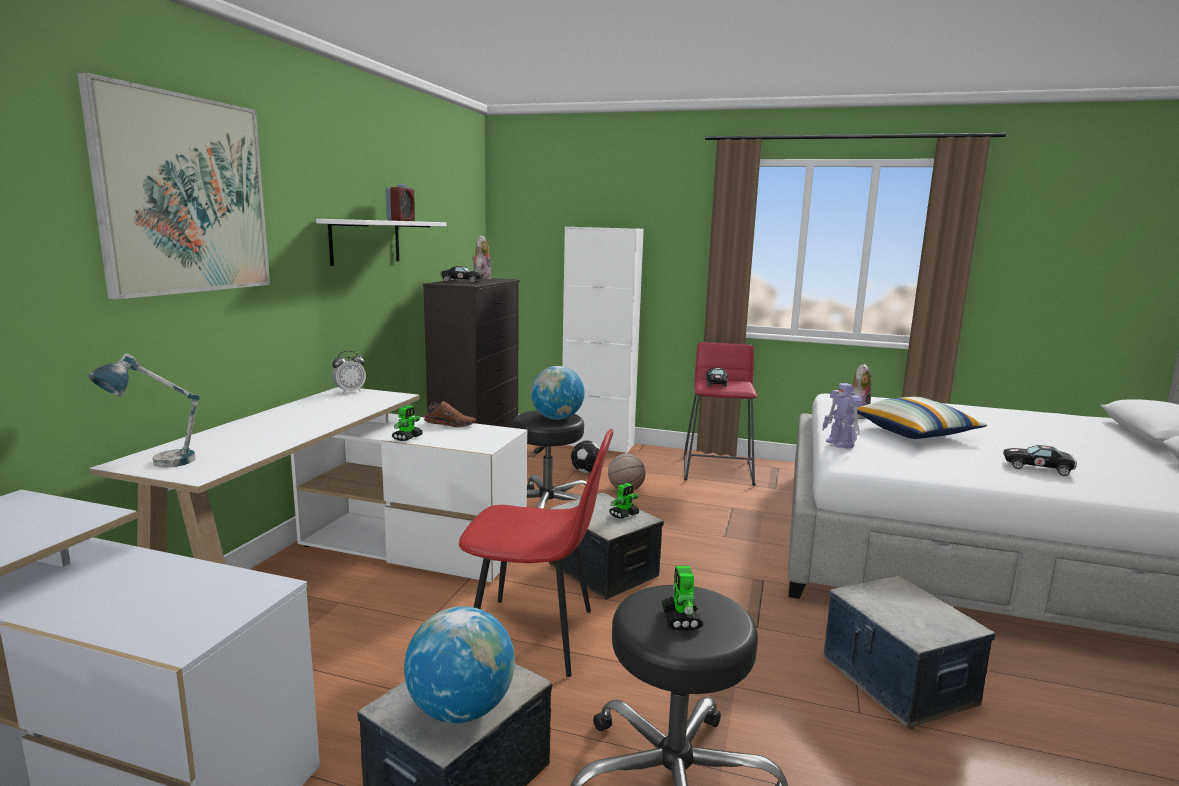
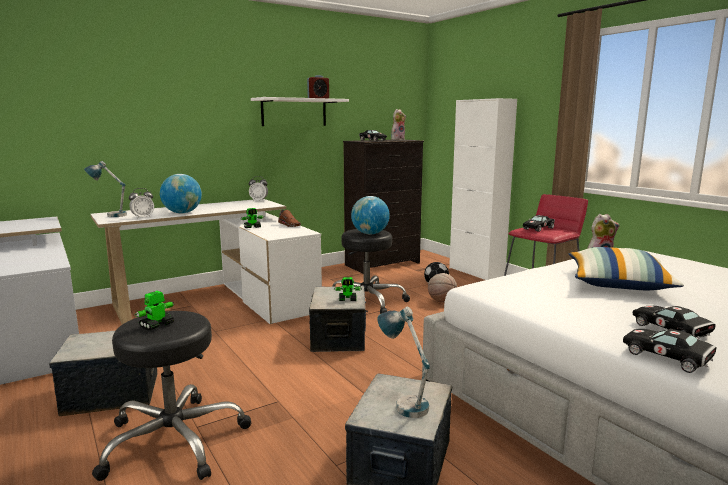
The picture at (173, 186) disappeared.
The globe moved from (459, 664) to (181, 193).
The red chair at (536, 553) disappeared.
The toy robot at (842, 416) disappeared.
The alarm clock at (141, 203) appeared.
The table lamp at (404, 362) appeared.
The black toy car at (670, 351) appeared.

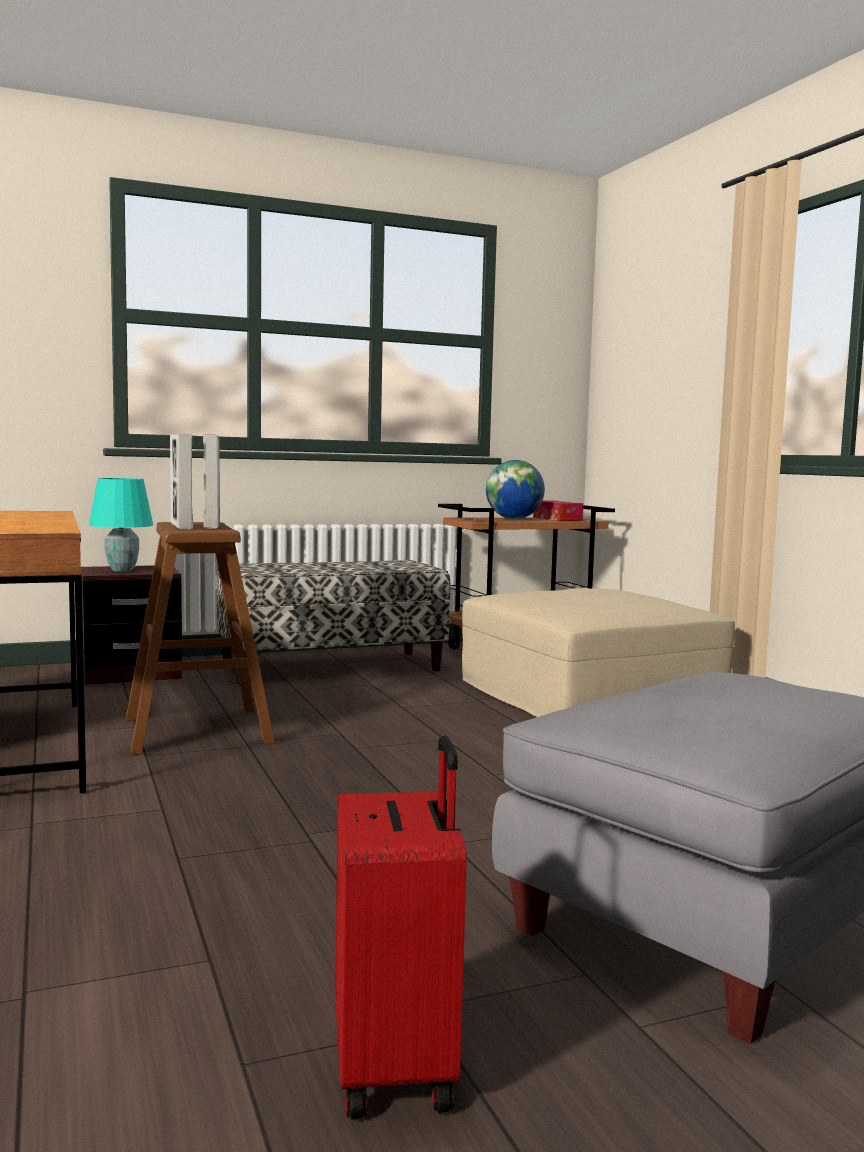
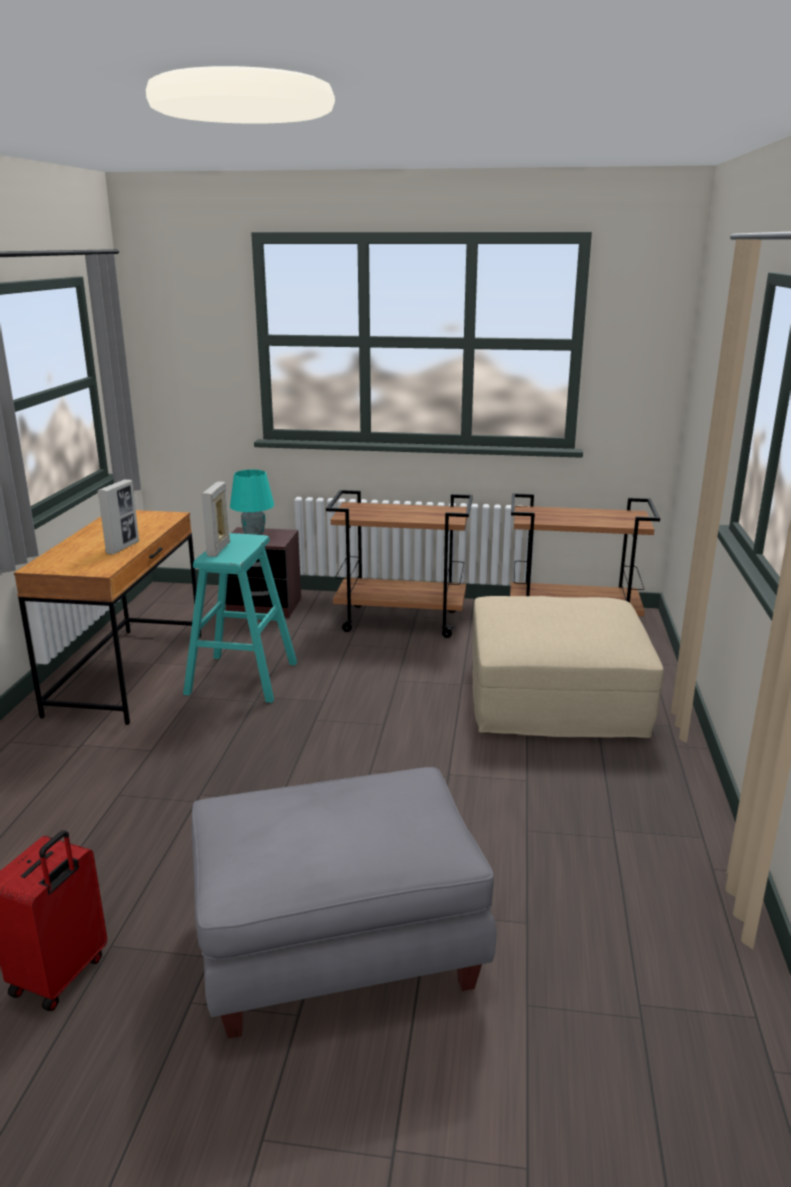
The brown stool at (200, 638) became the turquoise stool at (240, 618).
The picture frame moved from (211, 481) to (118, 517).
The bench at (333, 622) was replaced by the brown cart at (399, 564).
The globe at (515, 489) disappeared.
The tissue box at (558, 511) disappeared.

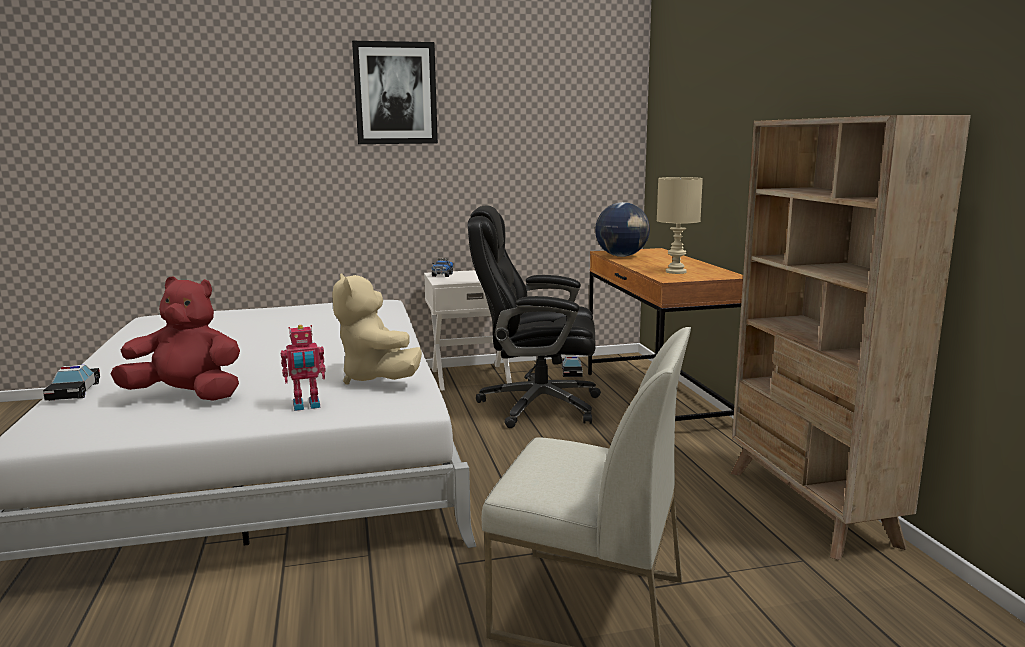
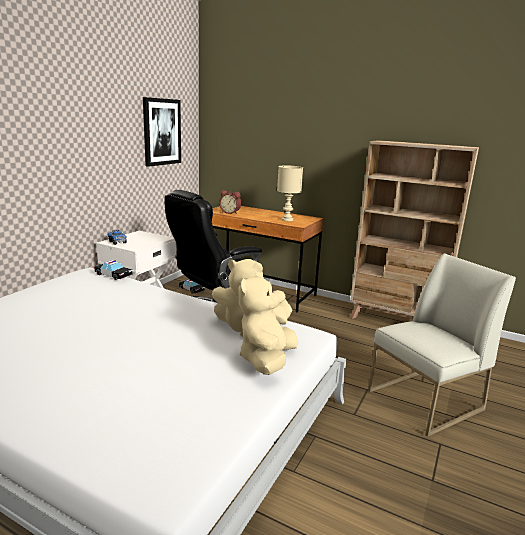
The toy car moved from (71, 383) to (113, 270).
The red plush toy at (175, 338) disappeared.
The toy robot at (303, 368) was replaced by the beige plush toy at (268, 323).
The picture moved from (395, 92) to (162, 132).
The globe at (622, 229) was replaced by the alarm clock at (230, 202).

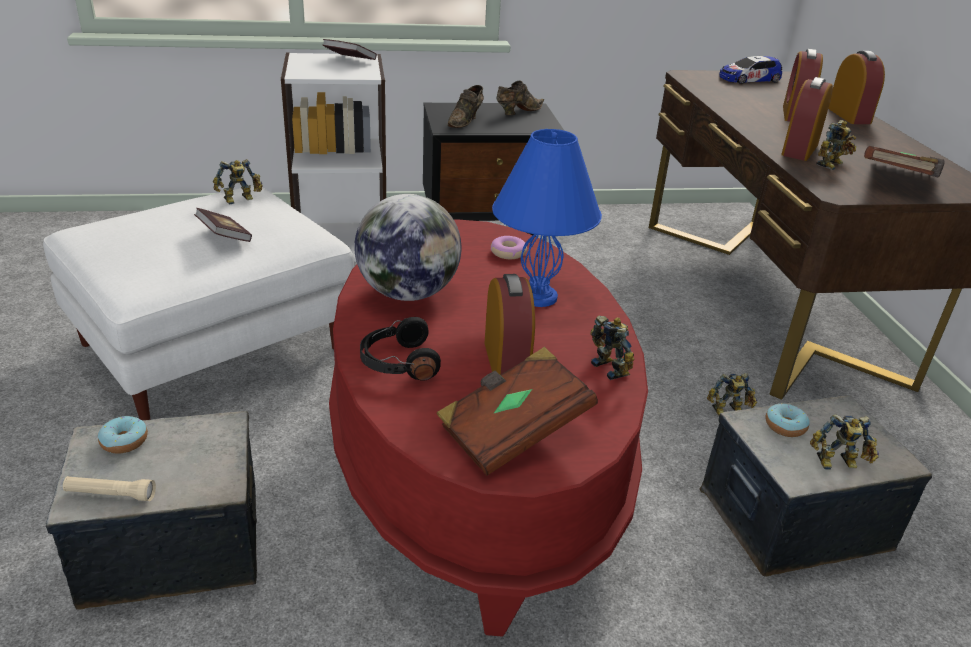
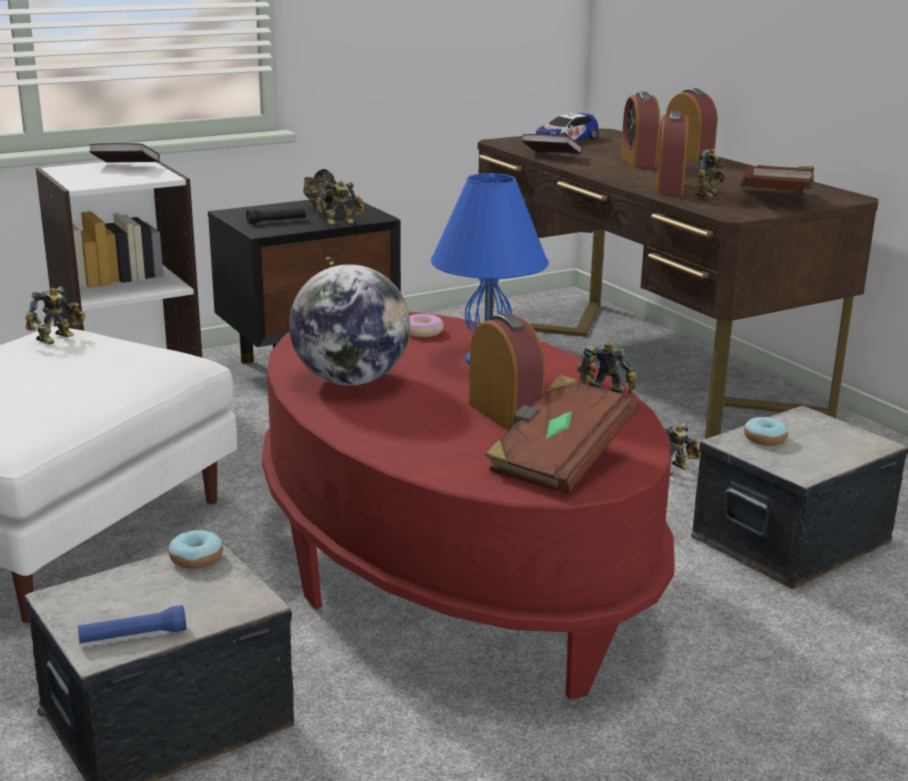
The beige flashlight at (109, 488) became the blue flashlight at (132, 624).
The donut moved from (123, 434) to (196, 549).
The book moved from (223, 225) to (552, 144).
The black headphones at (400, 349) disappeared.
The brown shoe at (466, 106) was replaced by the black flashlight at (276, 216).
The toy robot moved from (844, 442) to (340, 203).

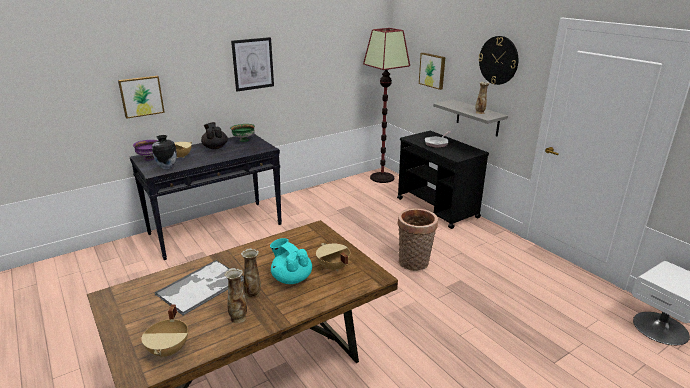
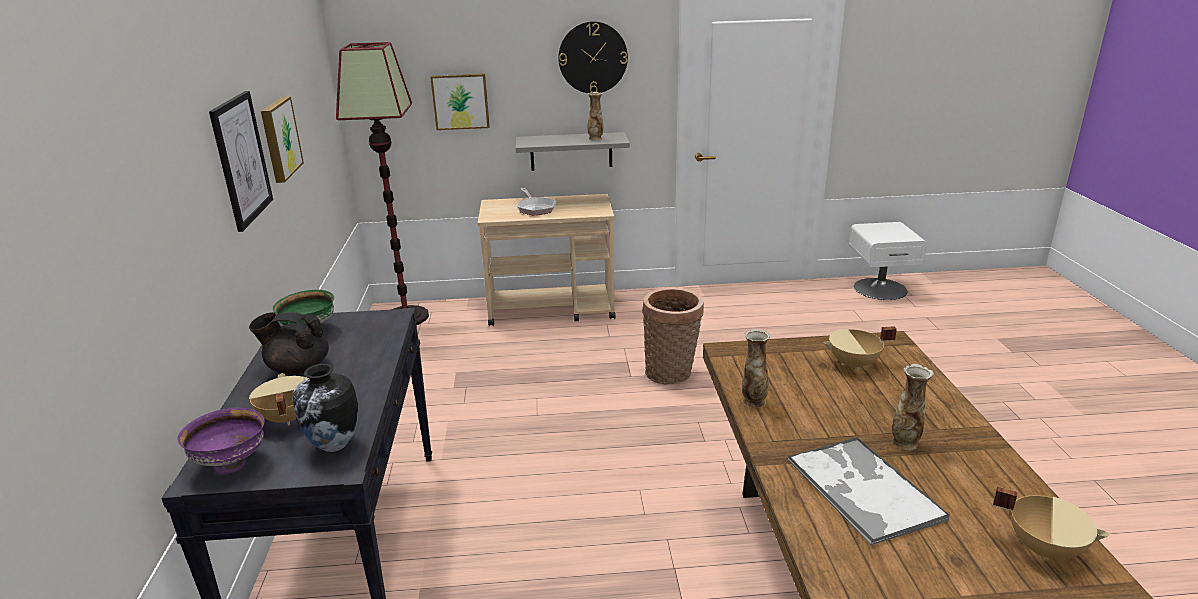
The picture moved from (141, 97) to (282, 139).
The vase moved from (235, 295) to (756, 368).
The turquoise teapot at (291, 261) disappeared.
The black cart at (443, 180) became the beige cart at (547, 260).

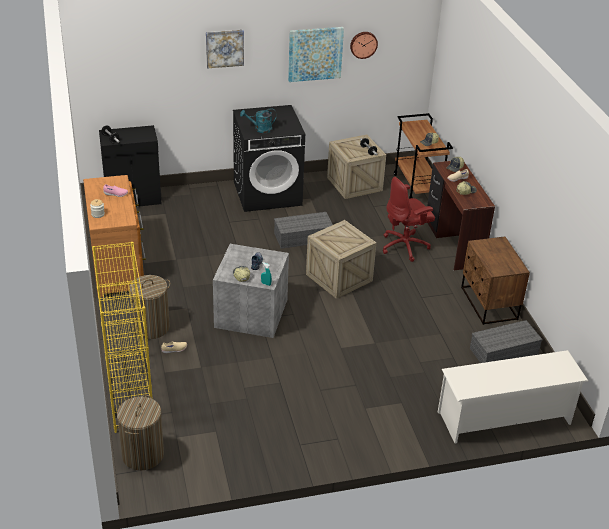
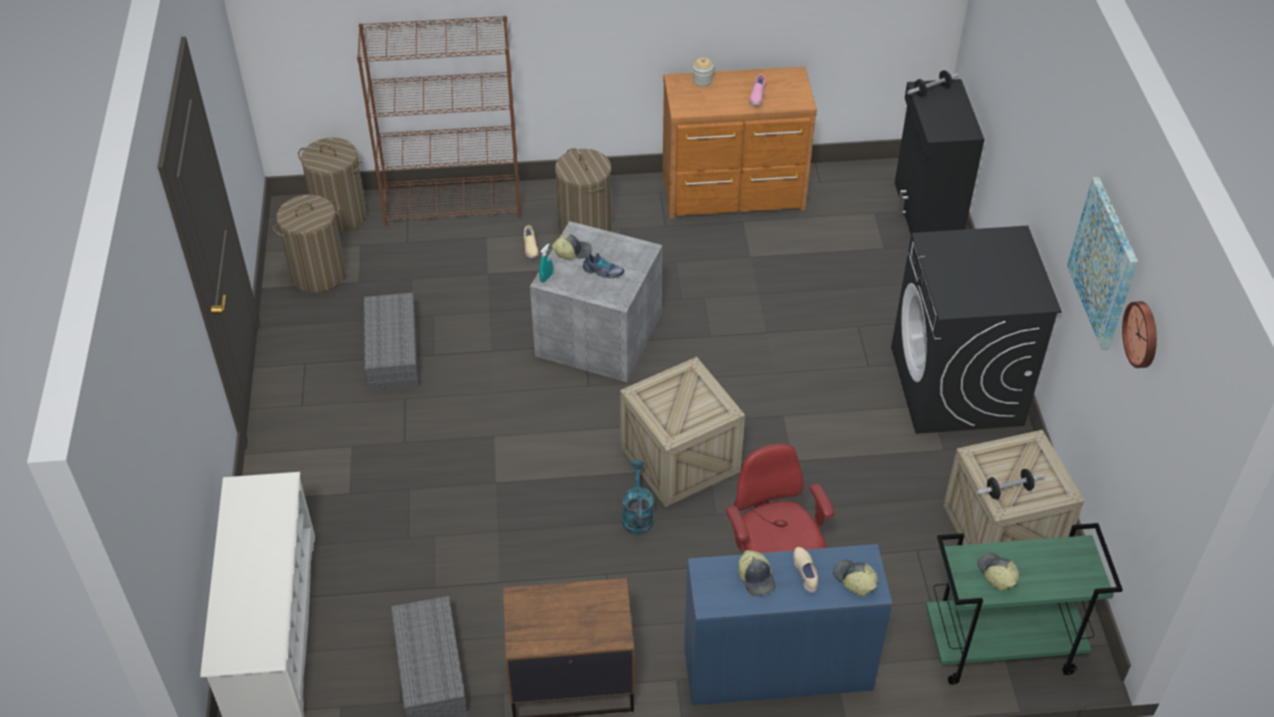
The yellow bookcase at (122, 337) became the brown bookcase at (439, 121).
The picture at (225, 49) disappeared.
The turquoise watering can moved from (258, 120) to (638, 497).
The grey storage box moved from (303, 230) to (391, 342).
The brown cart at (423, 156) became the green cart at (1024, 603).
The brown desk at (461, 216) became the blue desk at (788, 624).
The laundry basket at (309, 243) appeared.

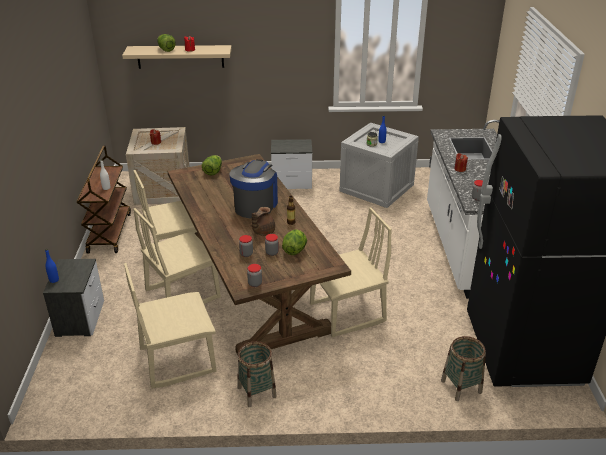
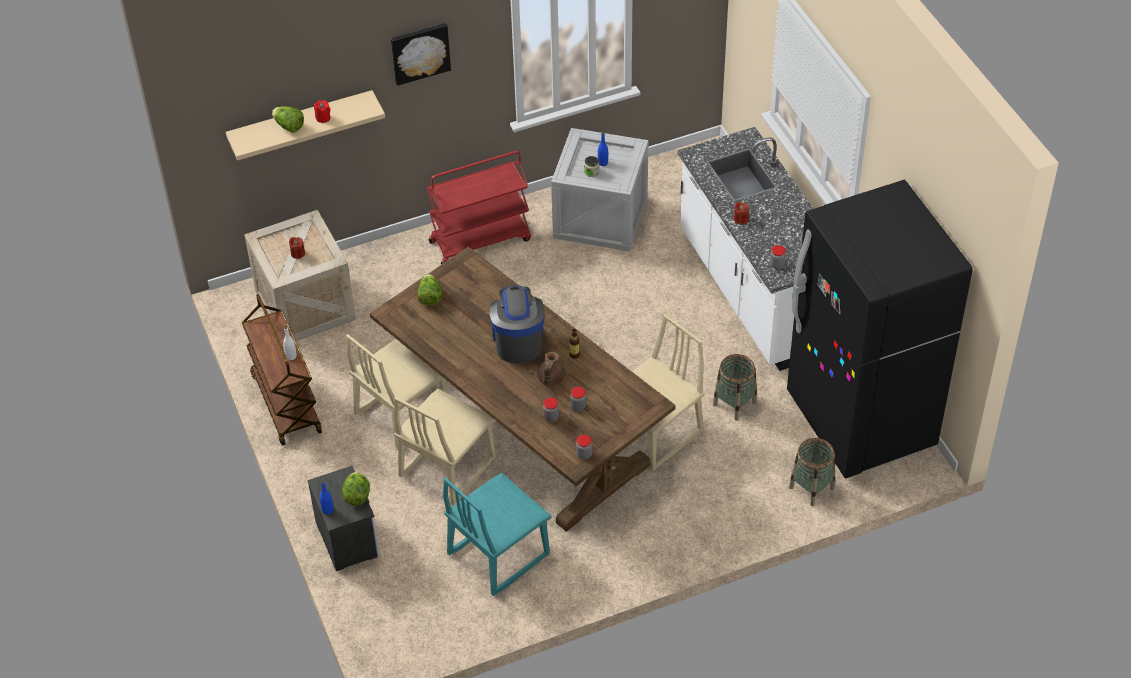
The beige chair at (170, 326) became the turquoise chair at (497, 534).
The basket moved from (257, 374) to (735, 387).
The nightstand at (292, 164) was replaced by the red cart at (479, 208).
The lettuce moved from (294, 242) to (356, 489).
The picture at (421, 54) appeared.

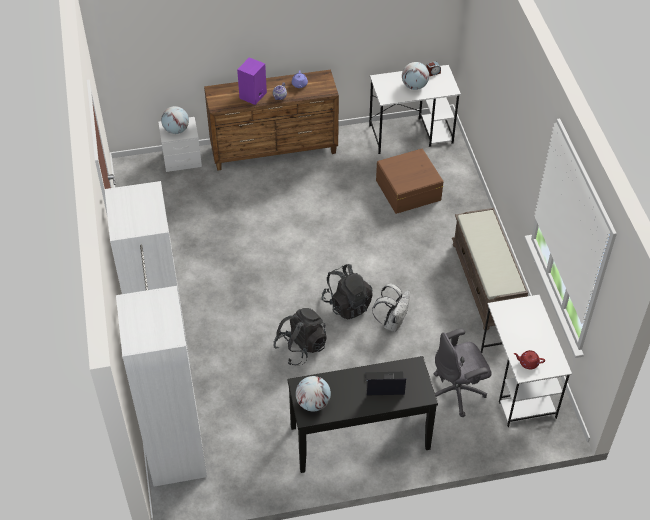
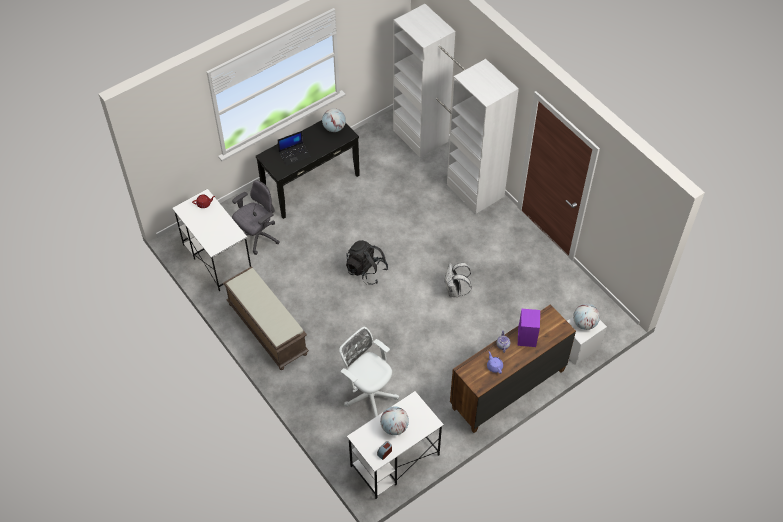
The black backpack at (300, 336) disappeared.
The white backpack moved from (391, 307) to (458, 280).
The brown storage box at (410, 181) was replaced by the white office chair at (369, 372).

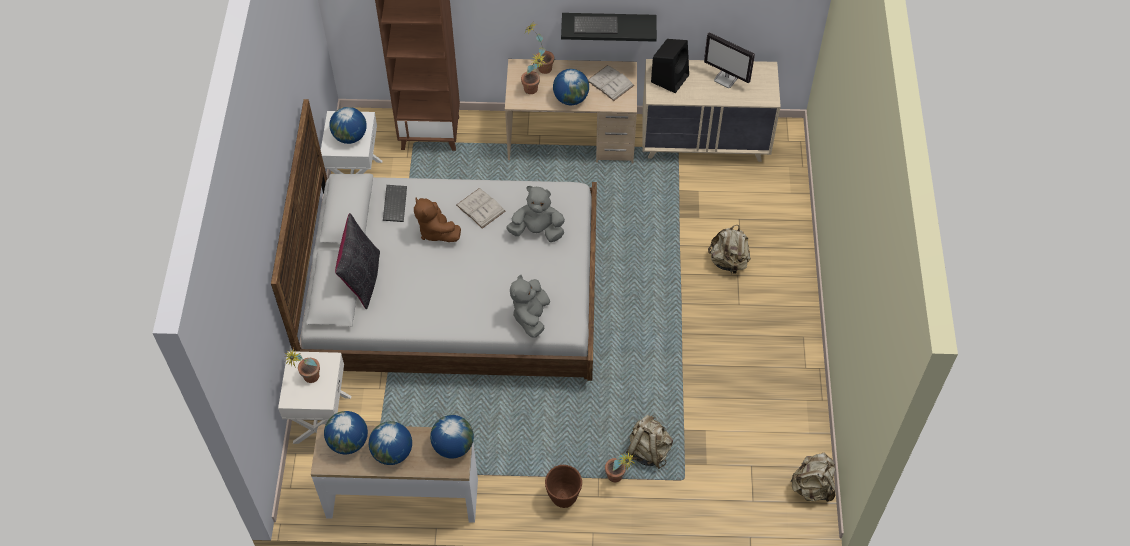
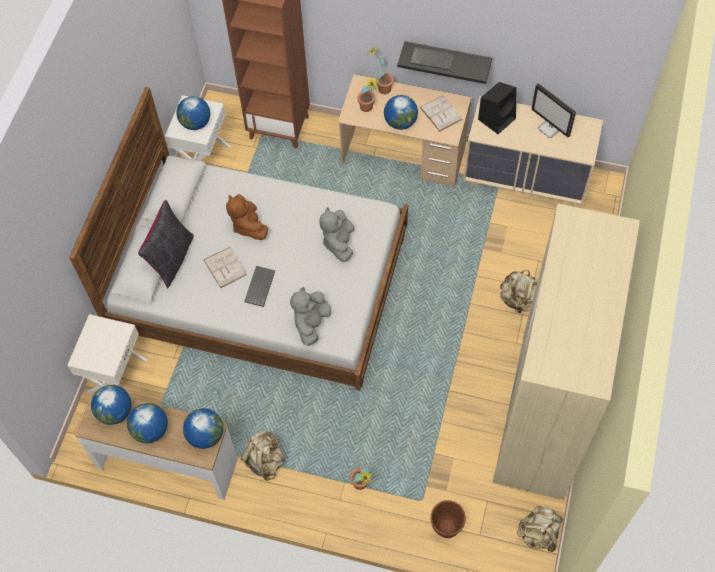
The potted plant at (302, 365) disappeared.
The keyboard moved from (395, 203) to (259, 286).
The white book moved from (480, 208) to (225, 268).
The grey plush toy at (535, 214) turned 105 degrees counterclockwise.
The brown planter moved from (563, 486) to (448, 519).
The beige backpack moved from (649, 442) to (262, 456).
The beige wardrobe at (566, 352) appeared.

